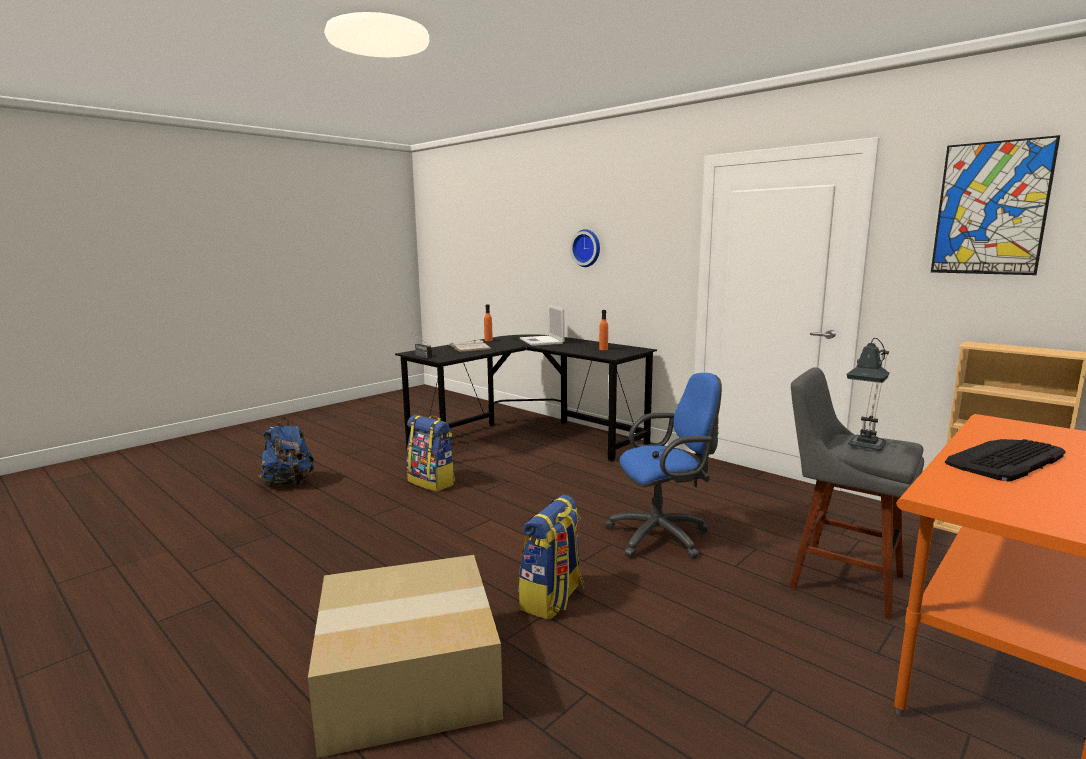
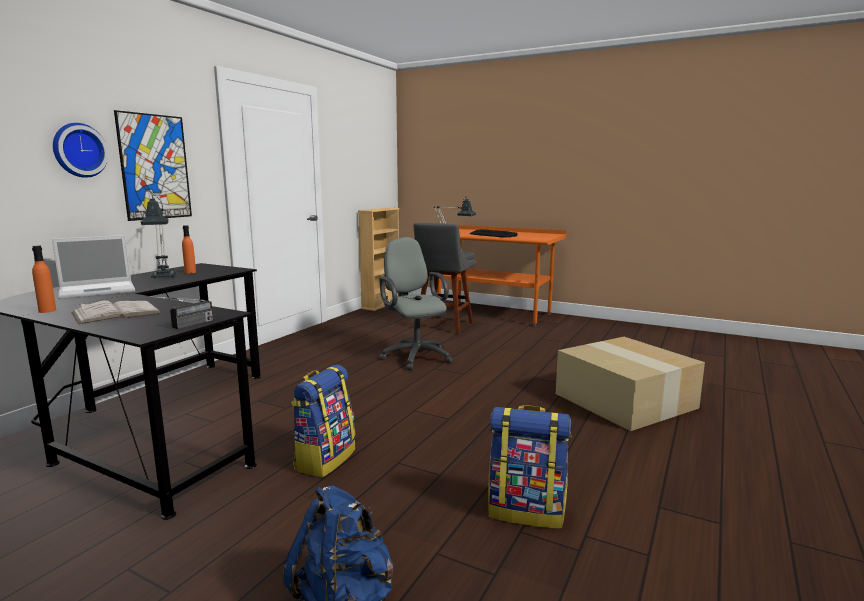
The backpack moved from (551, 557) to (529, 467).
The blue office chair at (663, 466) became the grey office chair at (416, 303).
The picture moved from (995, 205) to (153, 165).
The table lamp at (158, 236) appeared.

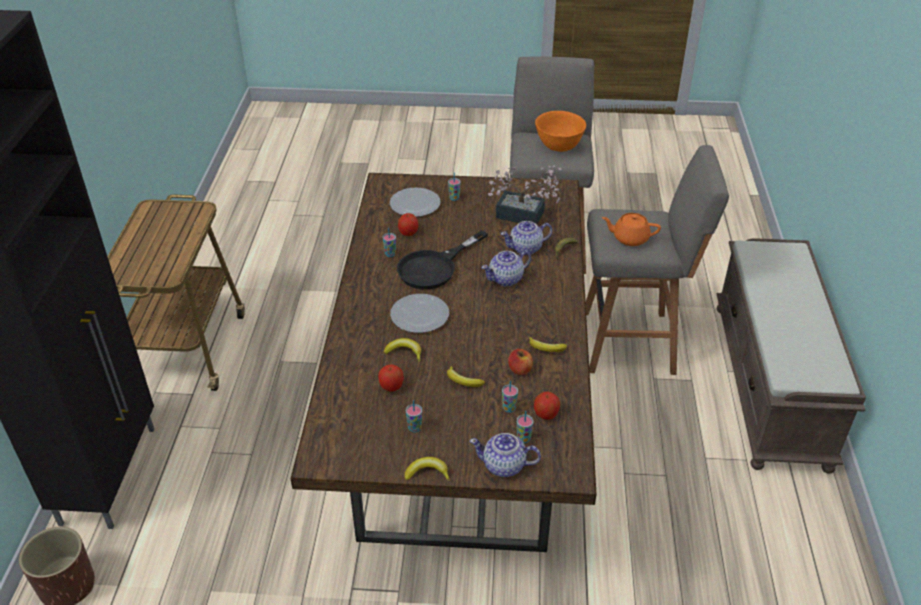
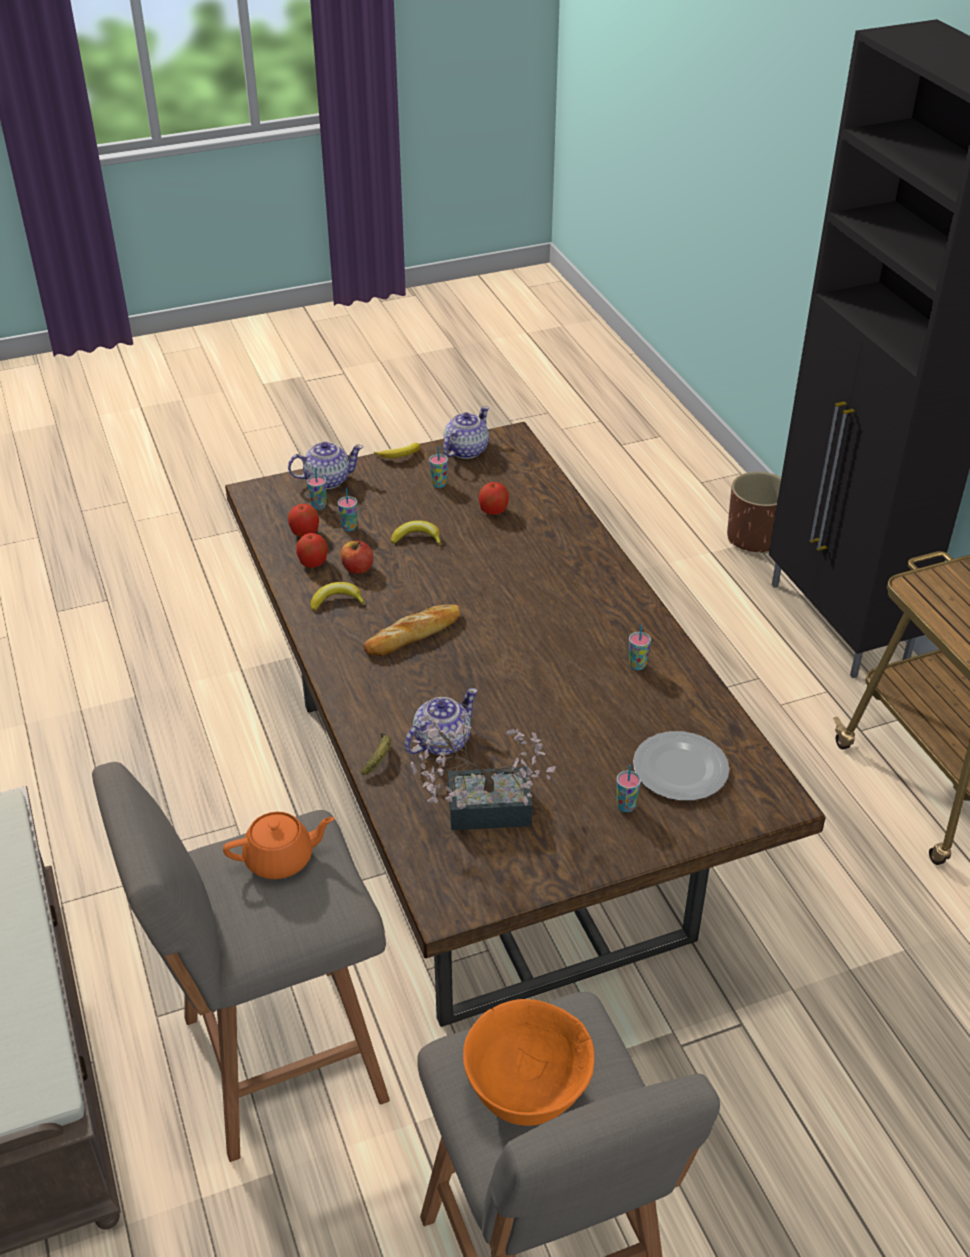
The banana at (402, 350) disappeared.
The plate at (419, 313) disappeared.
The black frying pan at (442, 259) disappeared.
The apple moved from (408, 224) to (312, 550).
The teapot moved from (506, 268) to (466, 432).
The bread at (412, 630) appeared.

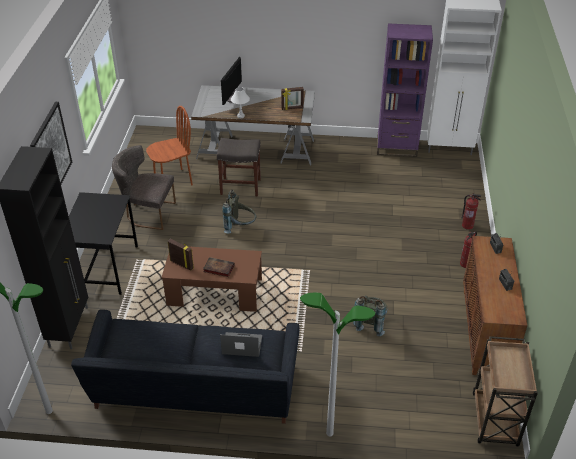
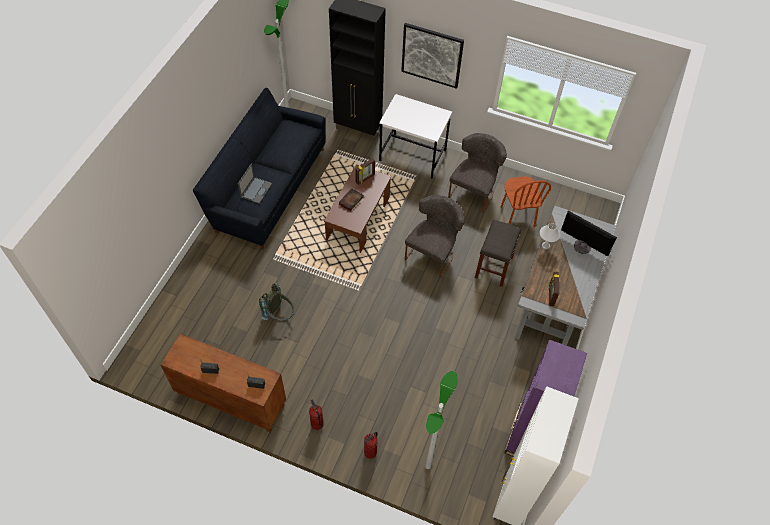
The black desk at (103, 243) became the white desk at (415, 136).
The grey backpack at (239, 211) was replaced by the grey chair at (435, 236).
The floor lamp moved from (337, 365) to (441, 420).
The brown cart at (505, 391) disappeared.

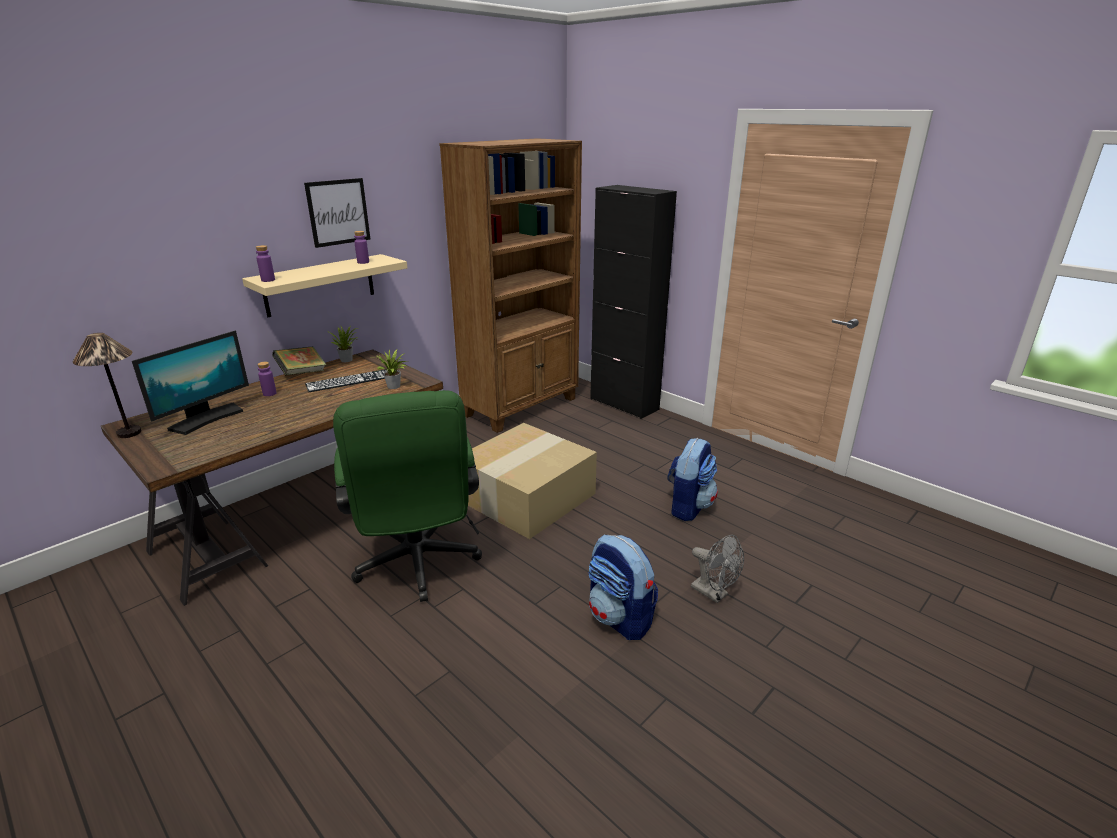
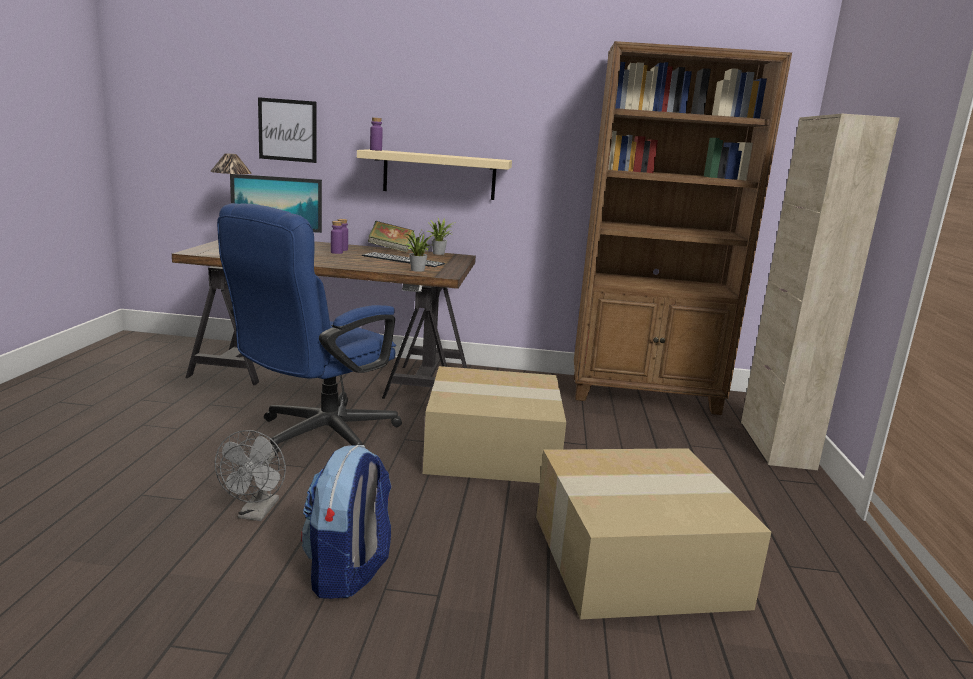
The picture moved from (337, 213) to (287, 130).
The green office chair at (407, 496) became the blue office chair at (309, 329).
The purple bottle moved from (361, 247) to (337, 237).
The black cabinet at (633, 302) became the beige cabinet at (820, 292).
The backpack at (692, 479) was replaced by the cardboard box at (653, 534).
The grey fan moved from (717, 569) to (250, 475).

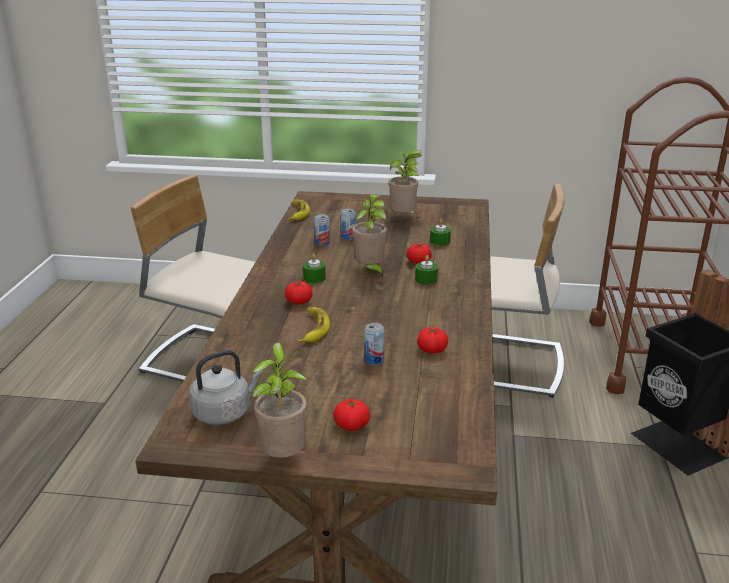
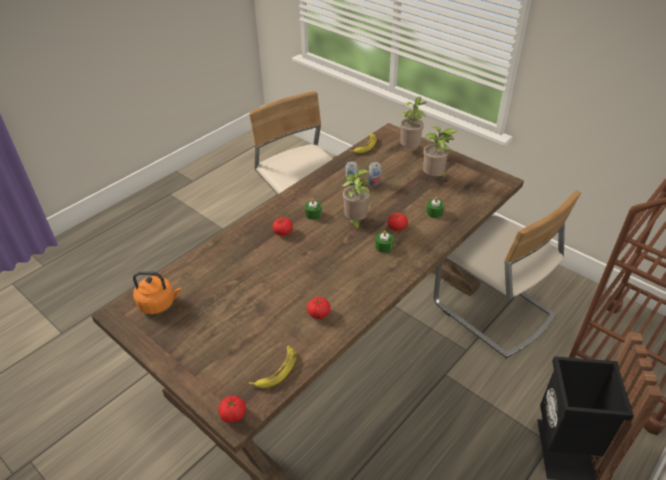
The grey kettle at (226, 387) became the orange kettle at (157, 292).
The potted plant moved from (280, 400) to (413, 122).
The banana moved from (314, 324) to (272, 367).
The tomato moved from (351, 415) to (232, 409).
The can at (374, 344) disappeared.

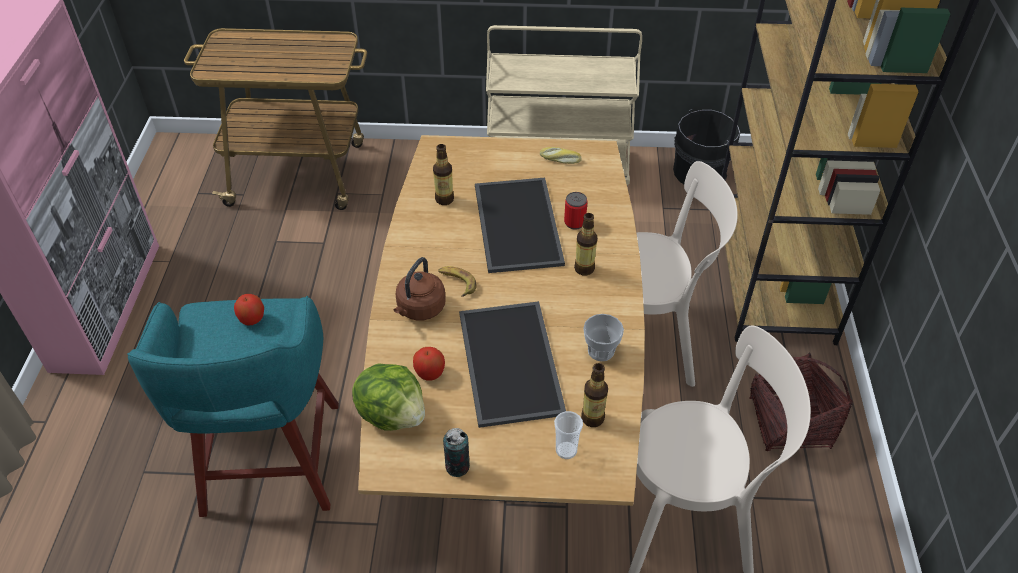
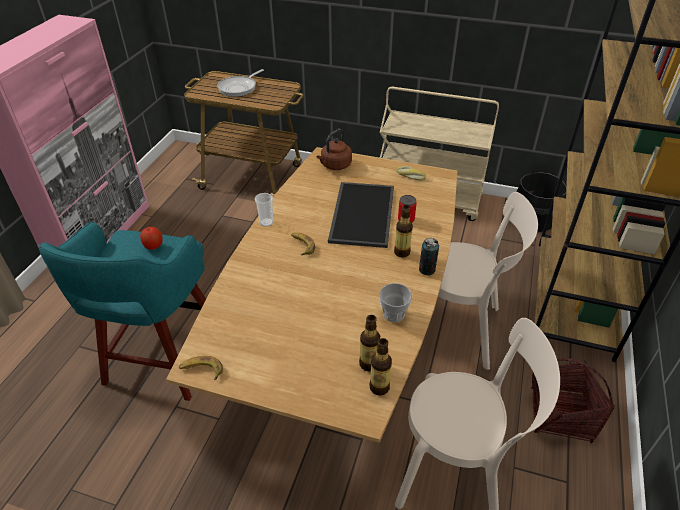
The lettuce at (388, 397) disappeared.
The brown kettle moved from (420, 288) to (334, 149).
The apple at (429, 364) disappeared.
The bottle moved from (443, 174) to (380, 367).
The can moved from (456, 452) to (429, 256).
The tray at (512, 364) disappeared.
The cup moved from (568, 435) to (264, 210).
The banana at (201, 368) appeared.
The frying pan at (240, 83) appeared.

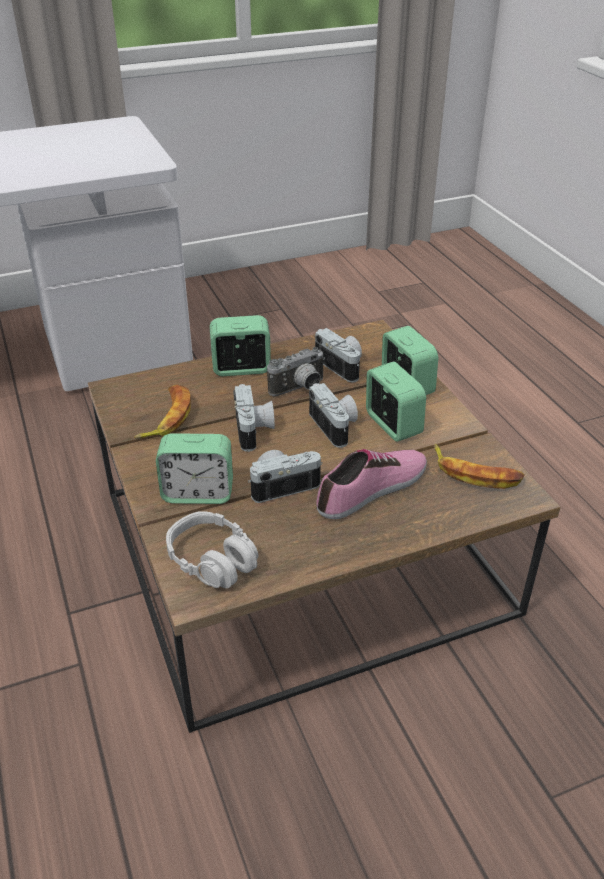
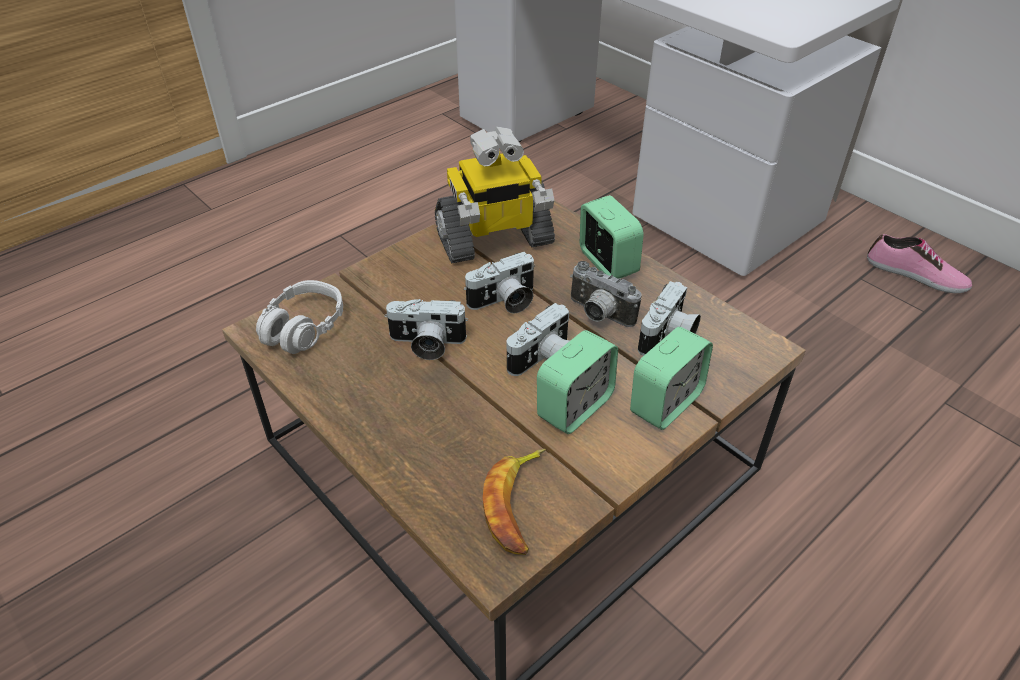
The banana at (162, 412) was replaced by the toy robot at (495, 194).
The alarm clock at (194, 468) disappeared.
The photo camera at (285, 476) turned 135 degrees clockwise.
The shoe moved from (371, 484) to (919, 263).

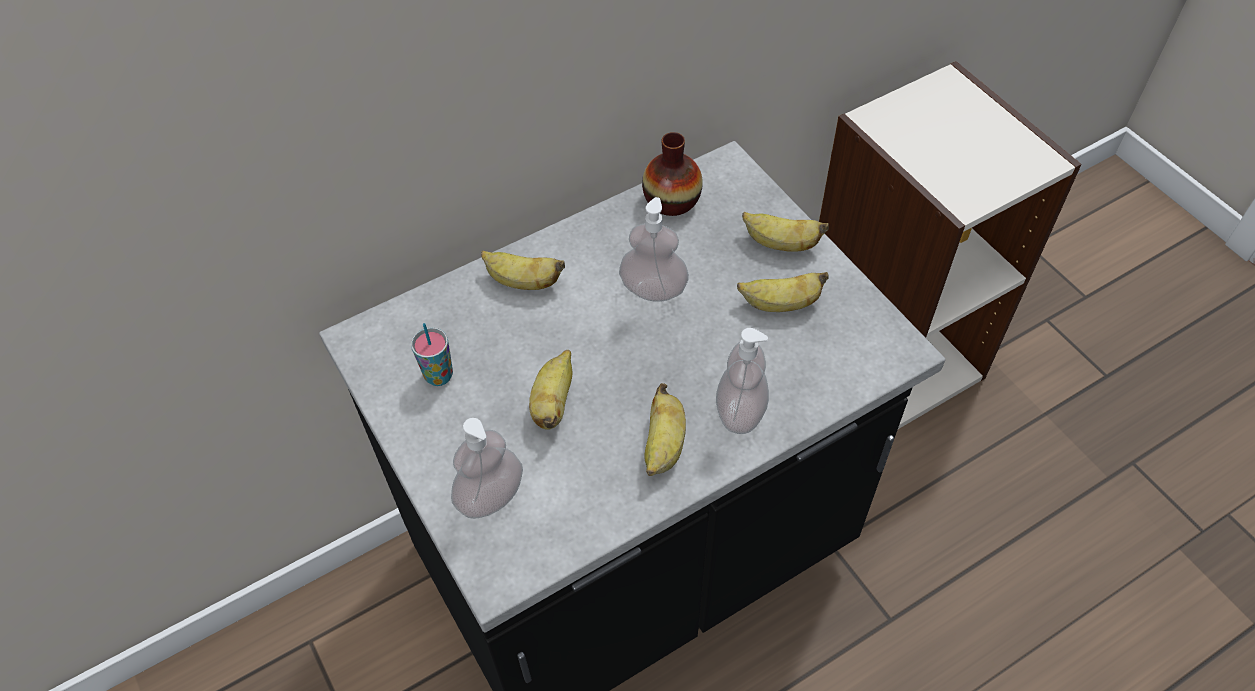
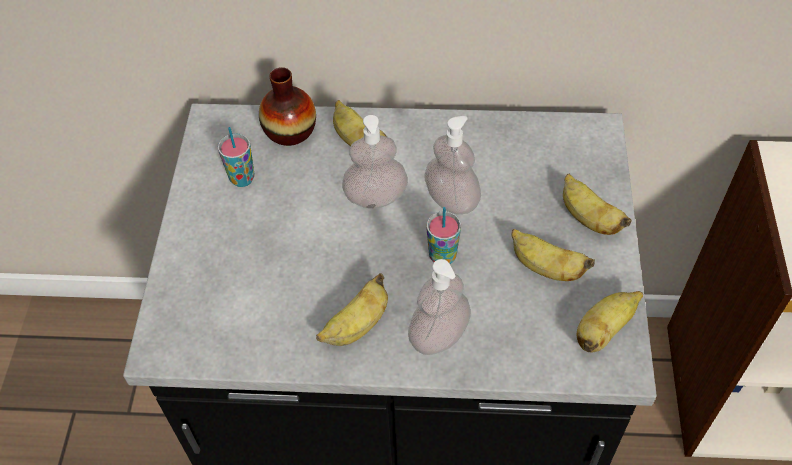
The soap dispenser moved from (487, 468) to (375, 161).
The banana moved from (550, 390) to (610, 321).
The vase moved from (672, 174) to (287, 106).
The cup at (443, 235) appeared.

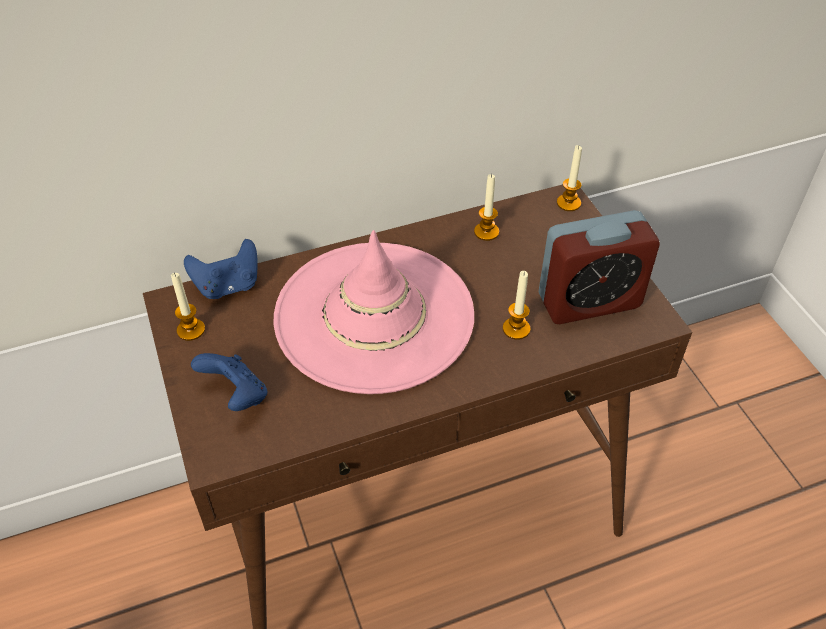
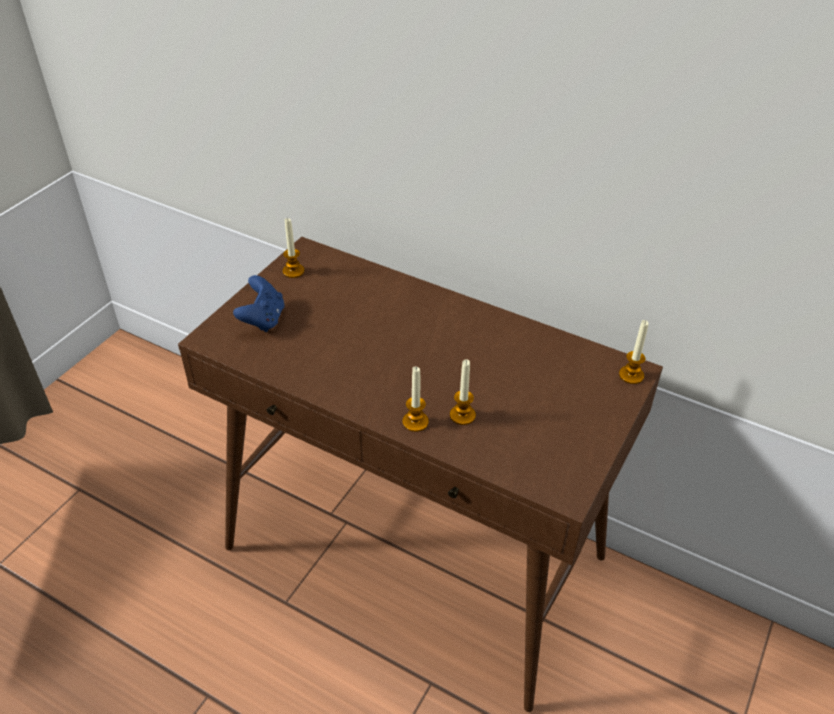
The blue game controller at (220, 269) disappeared.
The pink hat at (374, 312) disappeared.
The candle moved from (486, 207) to (416, 399).
The alarm clock at (599, 267) disappeared.

